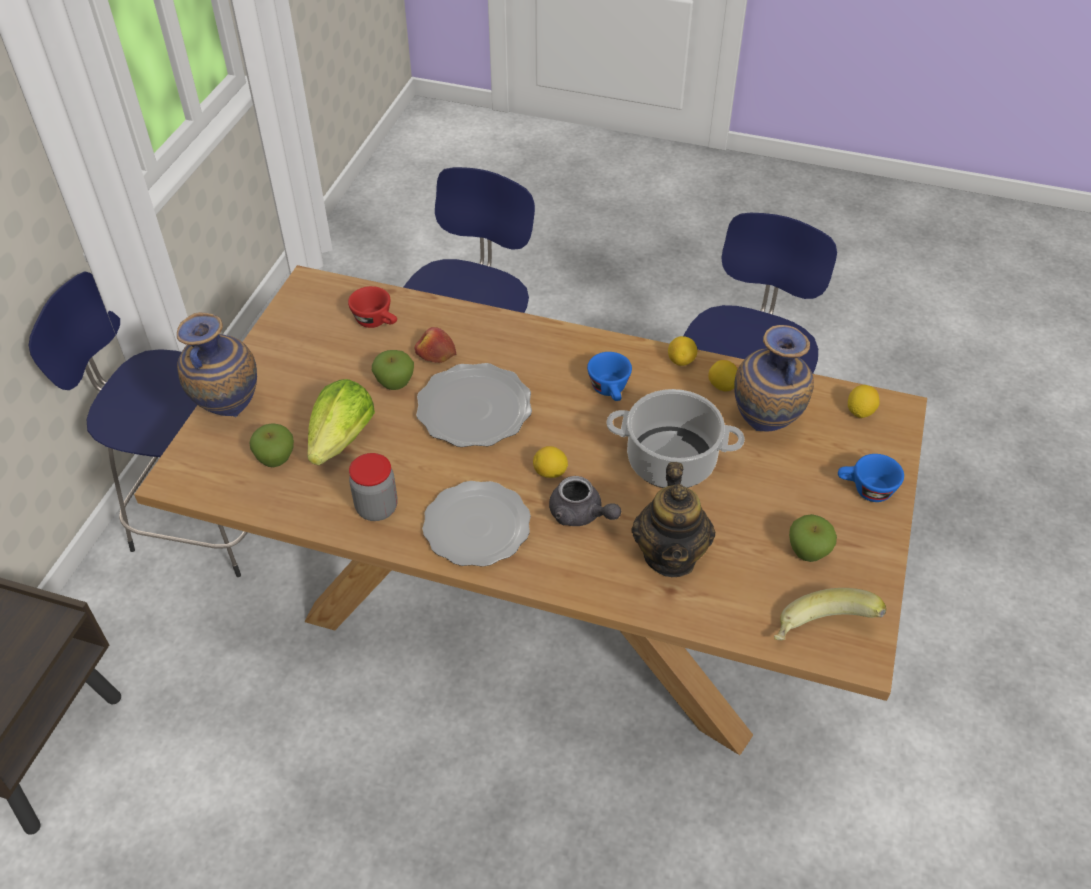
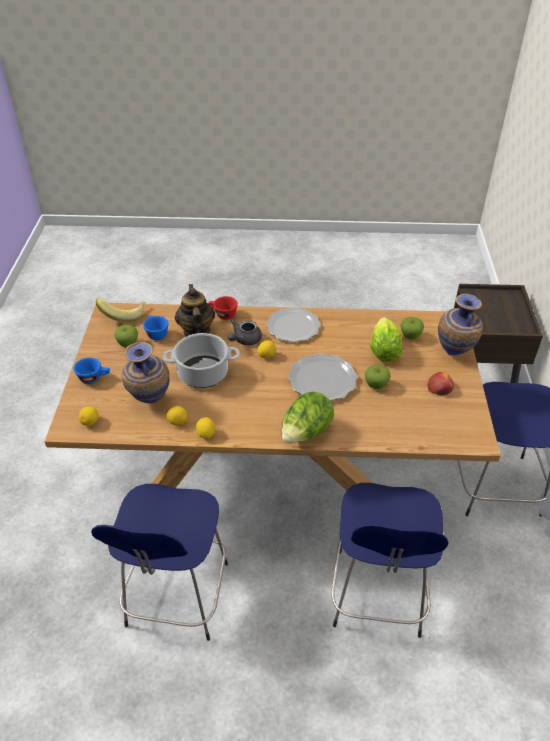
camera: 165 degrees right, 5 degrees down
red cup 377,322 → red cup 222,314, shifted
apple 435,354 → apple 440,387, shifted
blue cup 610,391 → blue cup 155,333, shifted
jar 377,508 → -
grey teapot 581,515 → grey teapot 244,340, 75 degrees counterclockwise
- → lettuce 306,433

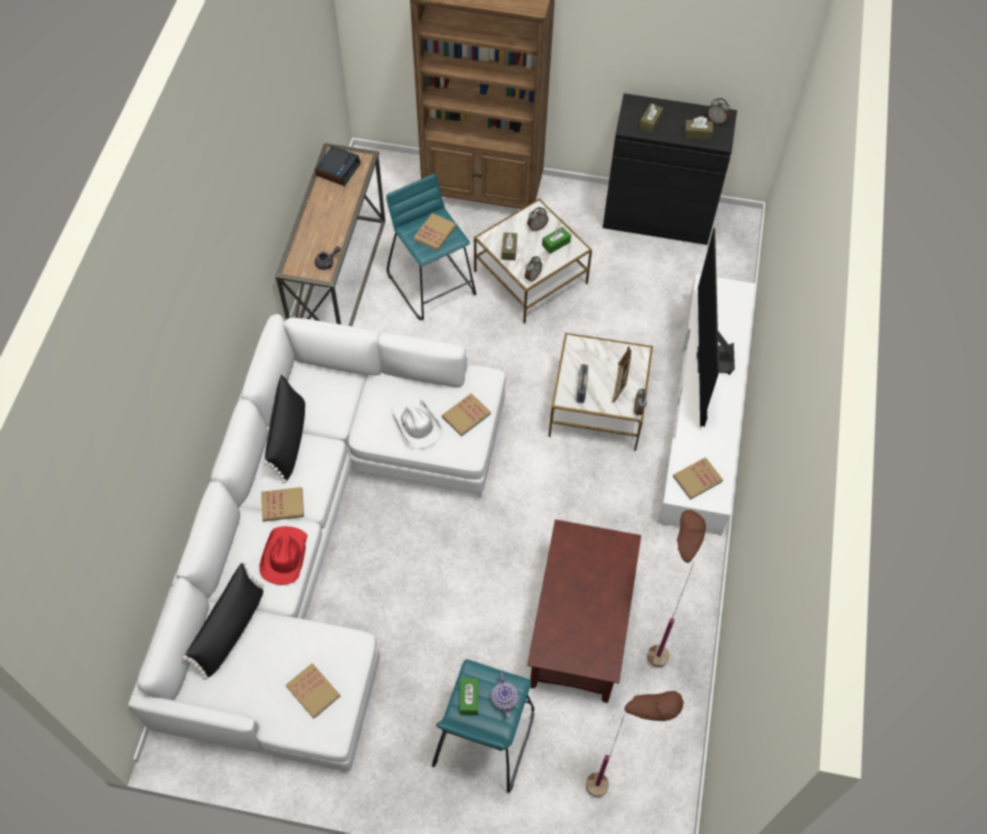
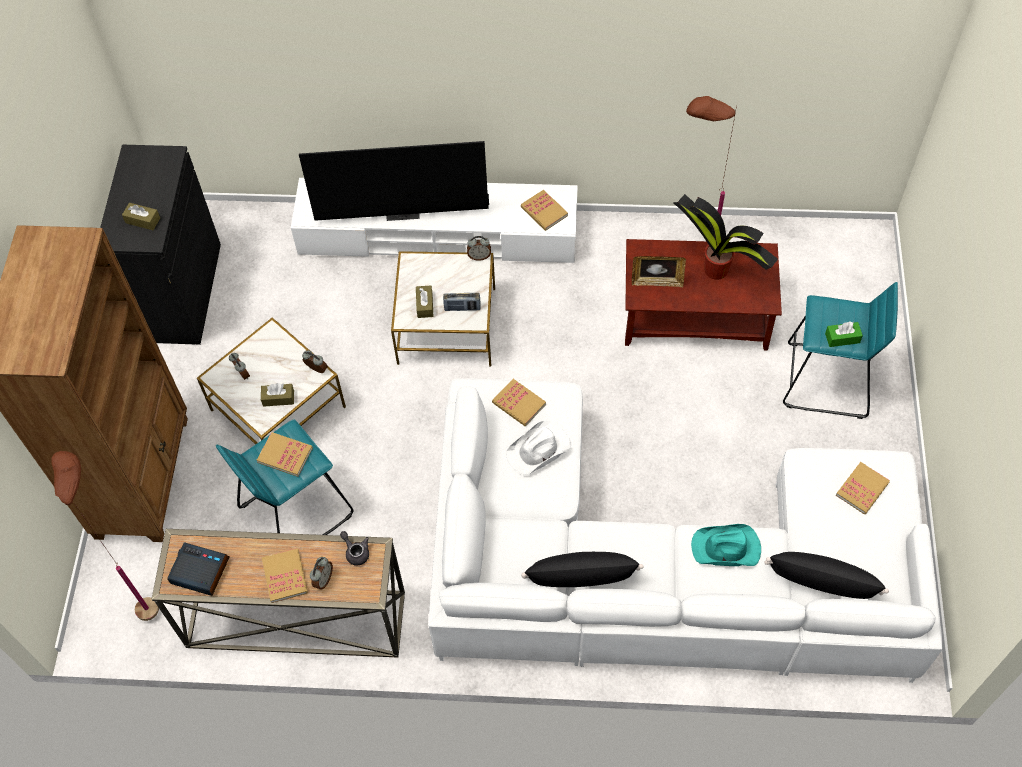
camera: 95 degrees left, 0 degrees up
alarm clock 716,120 → alarm clock 323,579, shifted
brown tissue box 697,134 → brown tissue box 425,305, shifted
green tissue box 556,243 → -
picture frame 620,384 → picture frame 657,282, shifted
book 282,505 → book 285,576, shifted
red hat 284,556 → turquoise hat 726,548
teapot 505,700 → -
brown floor lamp 615,782 → brown floor lamp 144,594, shifted
- → potted plant 717,270

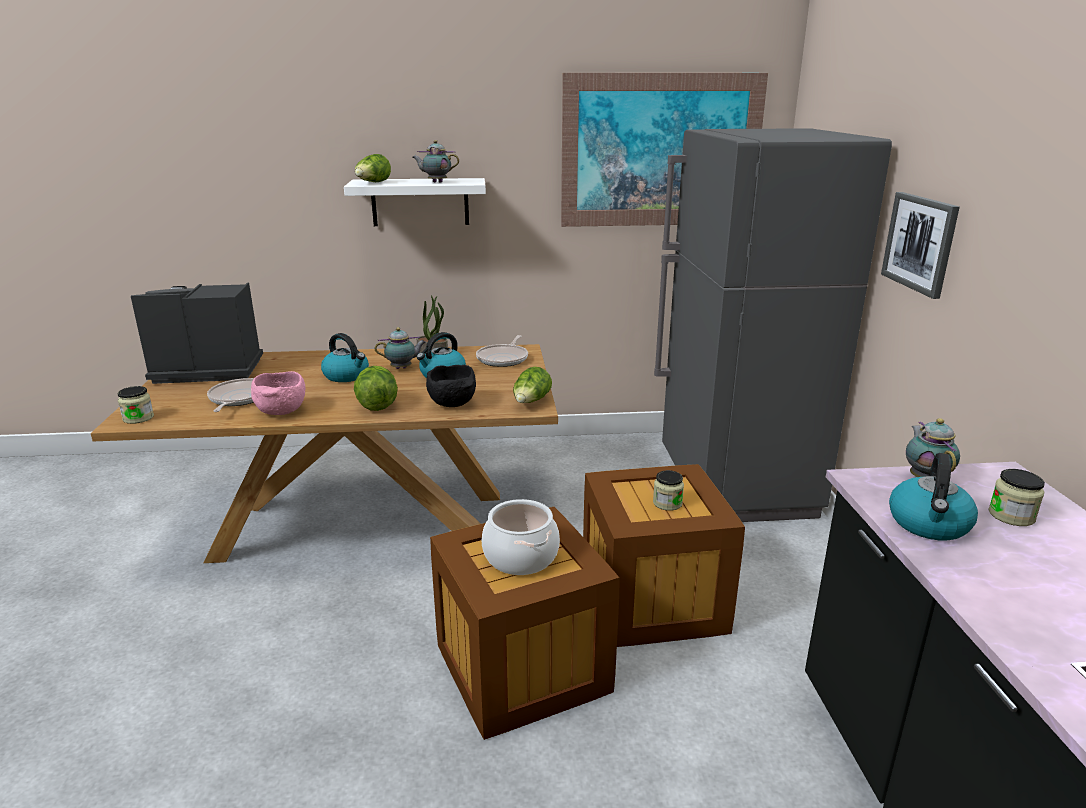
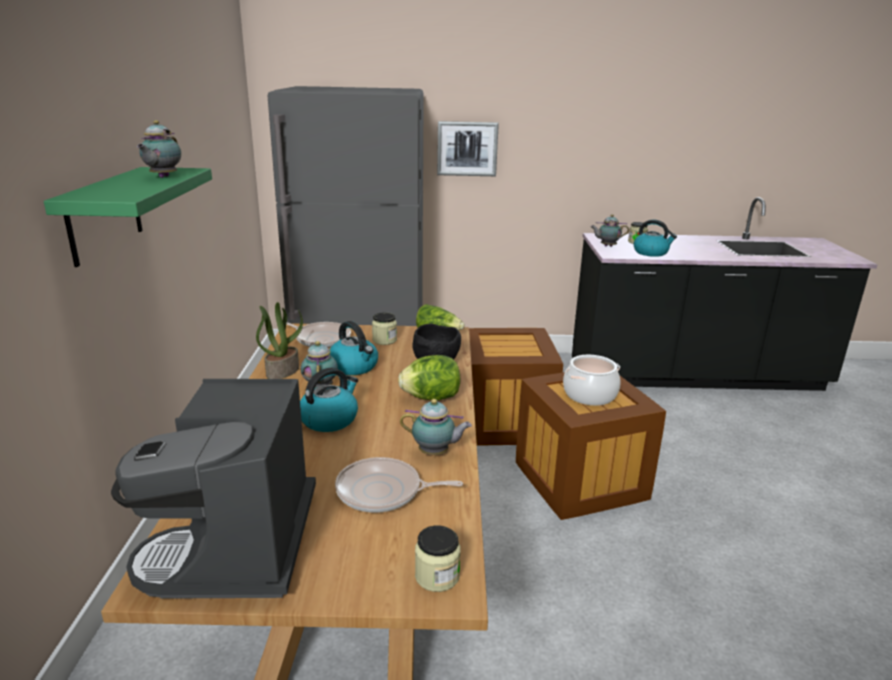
camera: 85 degrees left, 0 degrees up
picture 661,151 → -
lettuce 373,183 → -
white shelf 420,202 → green shelf 104,215
pink bowl 281,411 → teapot 435,453
jar 667,503 → jar 384,340, shifted

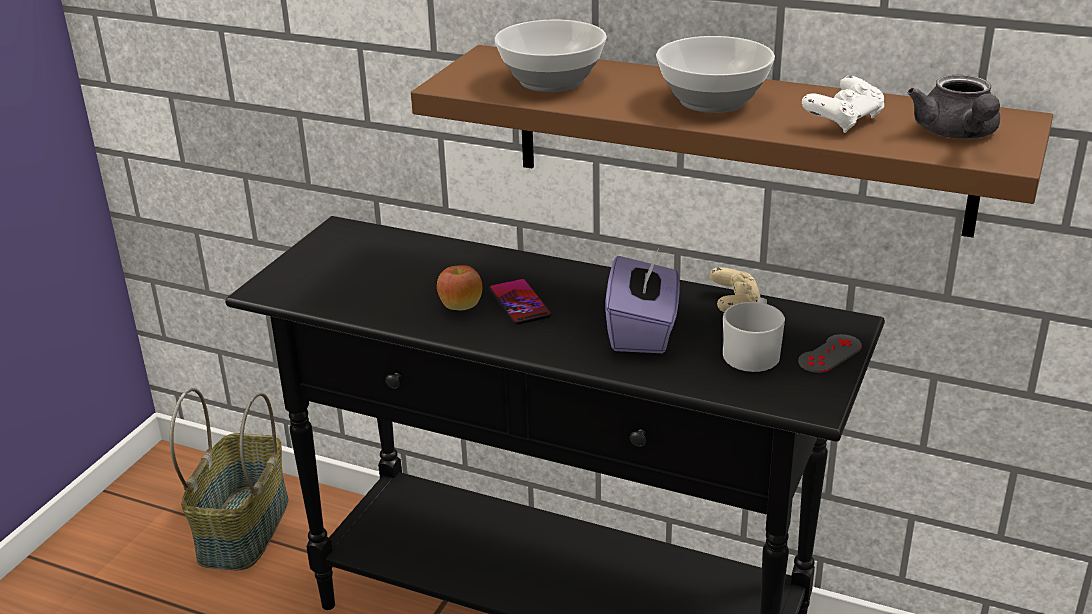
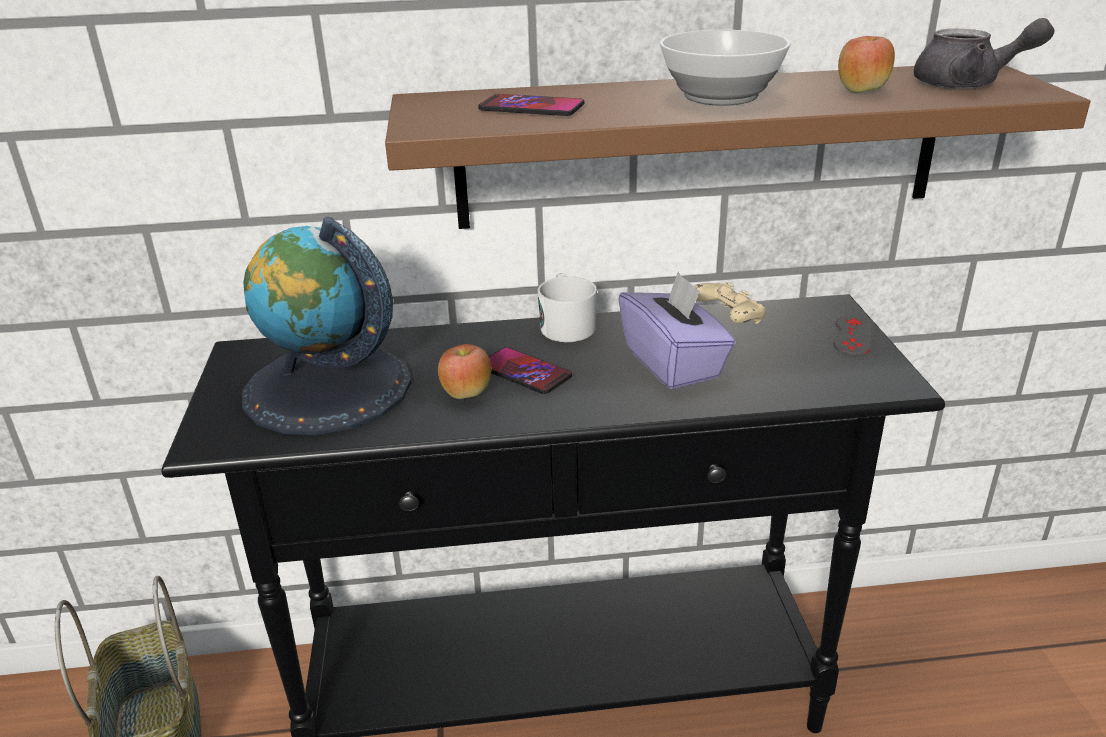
camera: 30 degrees left, 0 degrees up
bowl 551,81 → phone 531,107
grey teapot 957,134 → grey teapot 968,84, 45 degrees counterclockwise
white game controller 843,121 → apple 861,91
white mug 753,352 → white mug 566,325, shifted
- → globe 327,388

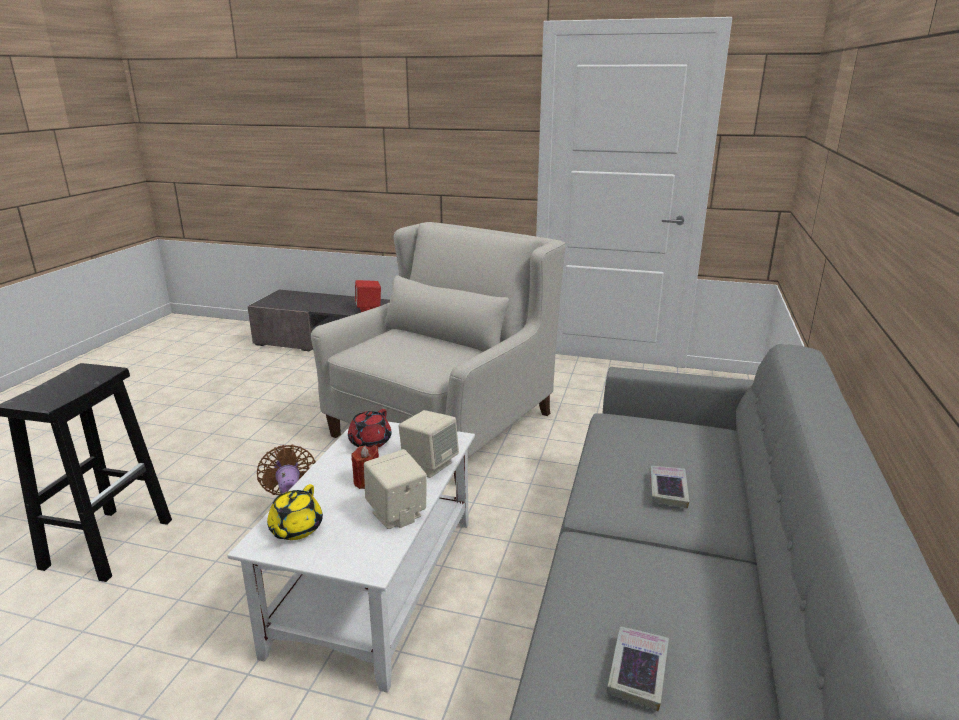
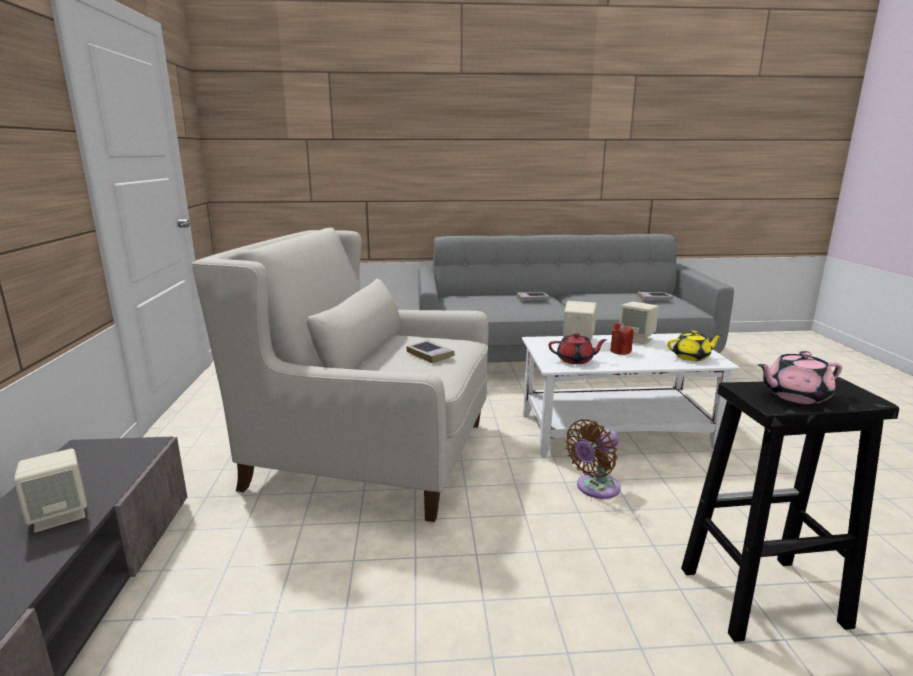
camera: 110 degrees left, 5 degrees down
red speaker 369,309 → beige speaker 60,515
- → book 430,355
- → pink teapot 794,396

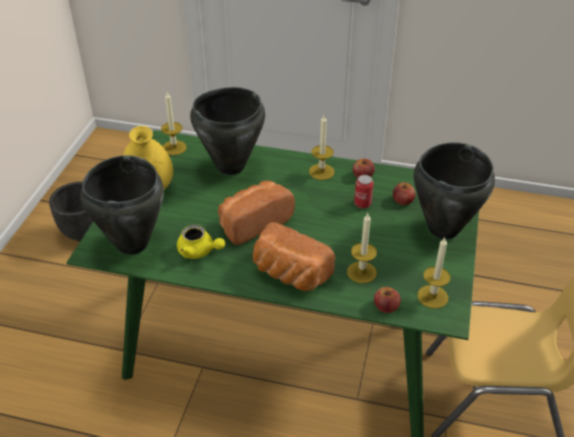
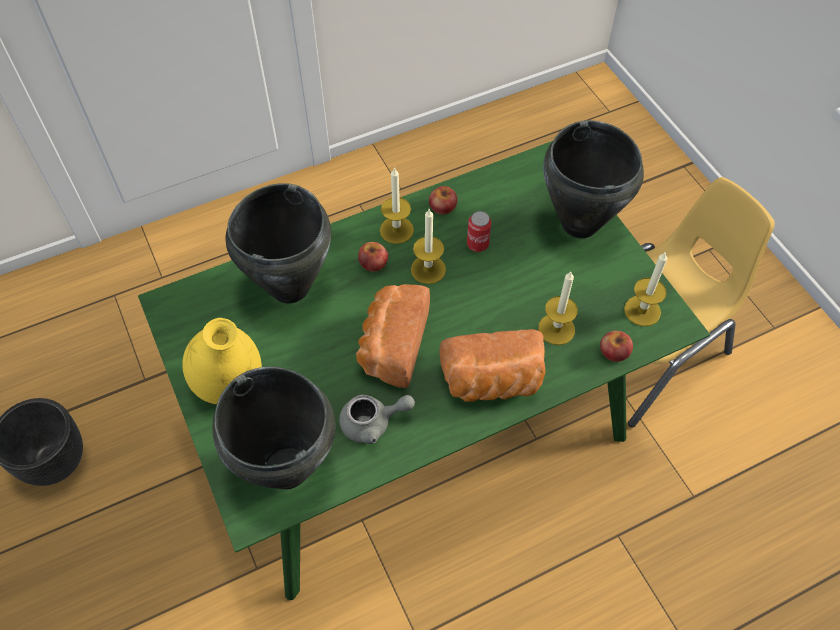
camera: 40 degrees left, 15 degrees up
candle 174,148 → candle 428,269, shifted
apple 403,200 → apple 373,263, shifted
yellow teapot 199,251 → grey teapot 373,423

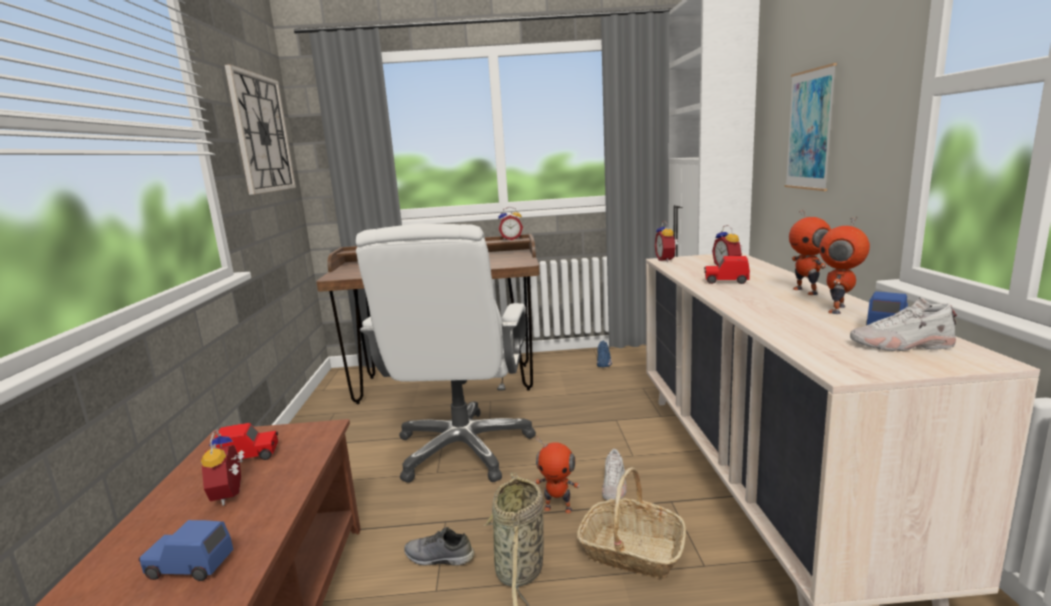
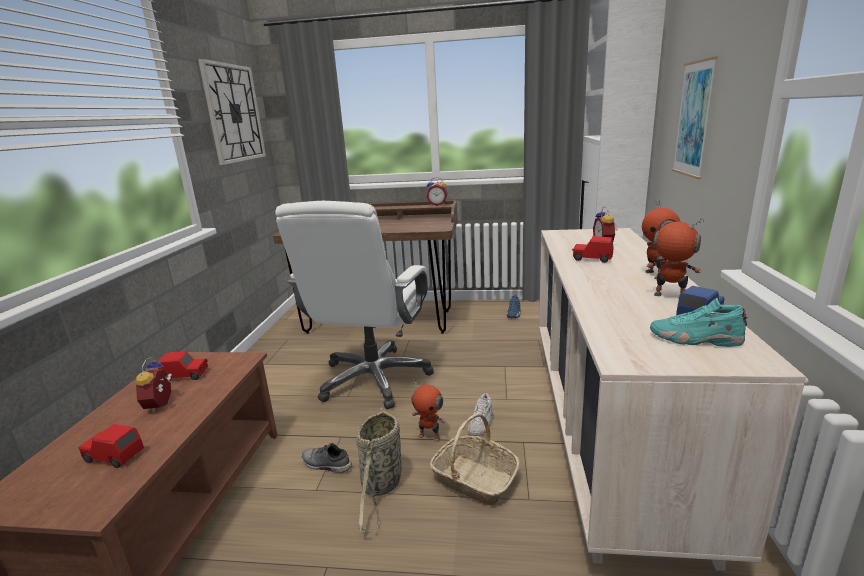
camera: 10 degrees right, 5 degrees up
toy robot 839,309 → toy robot 669,296, 75 degrees clockwise
alarm clock 666,260 → -
white shoe 901,345 → turquoise shoe 695,339
blue toy car 190,567 → red toy car 114,456

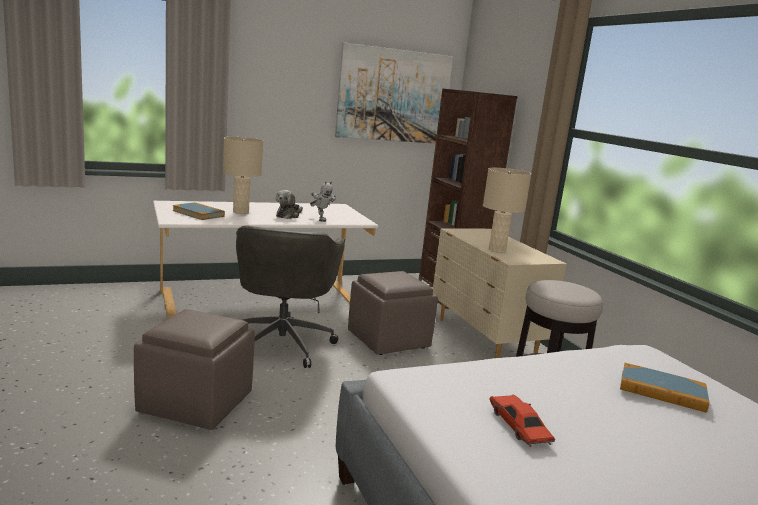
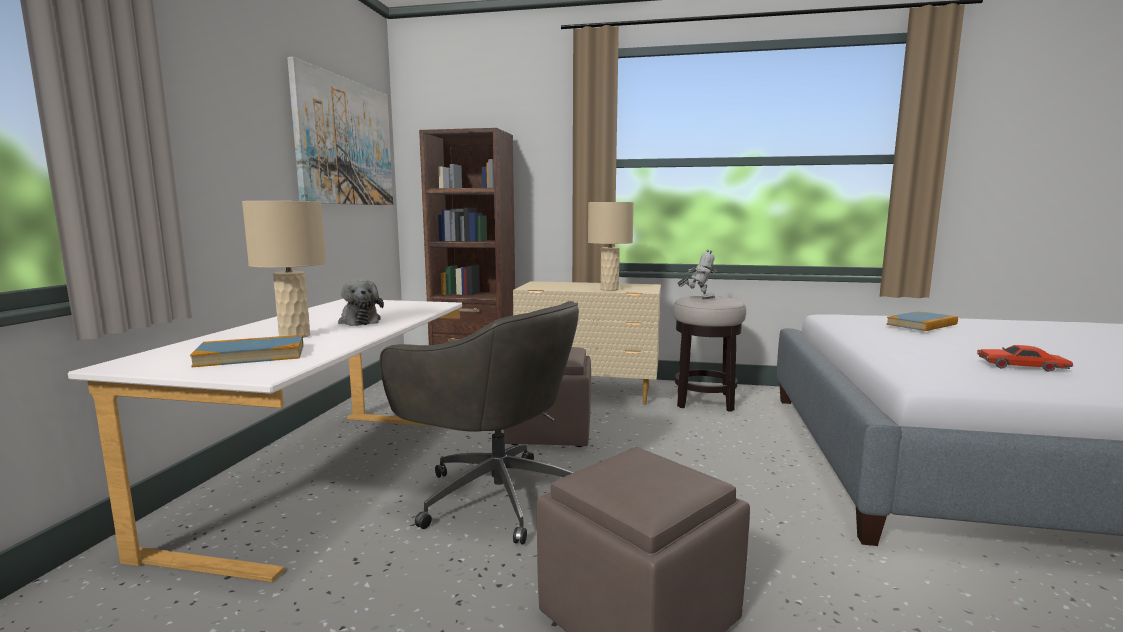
camera: 55 degrees left, 5 degrees down
toy robot 320,219 → toy robot 698,298, shifted

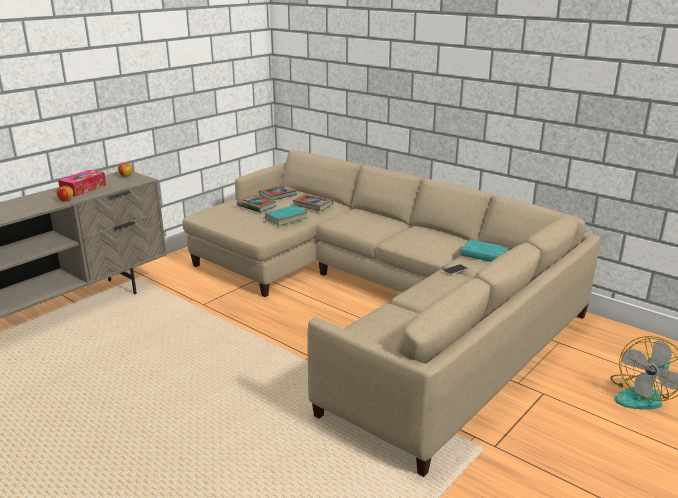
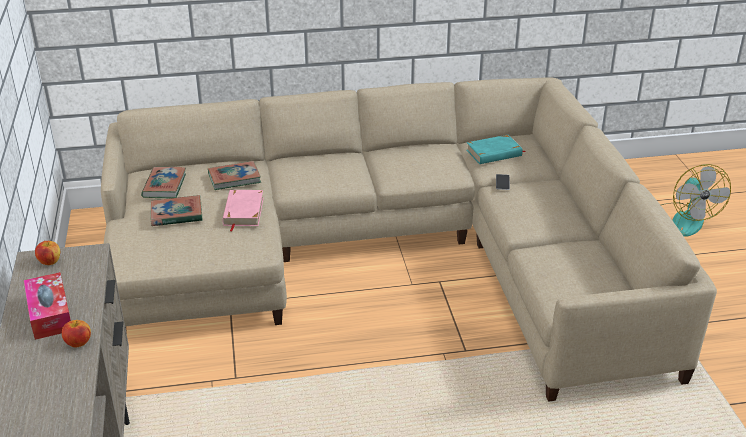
camera: 50 degrees left, 10 degrees up
turquoise book 286,218 → pink book 243,211

